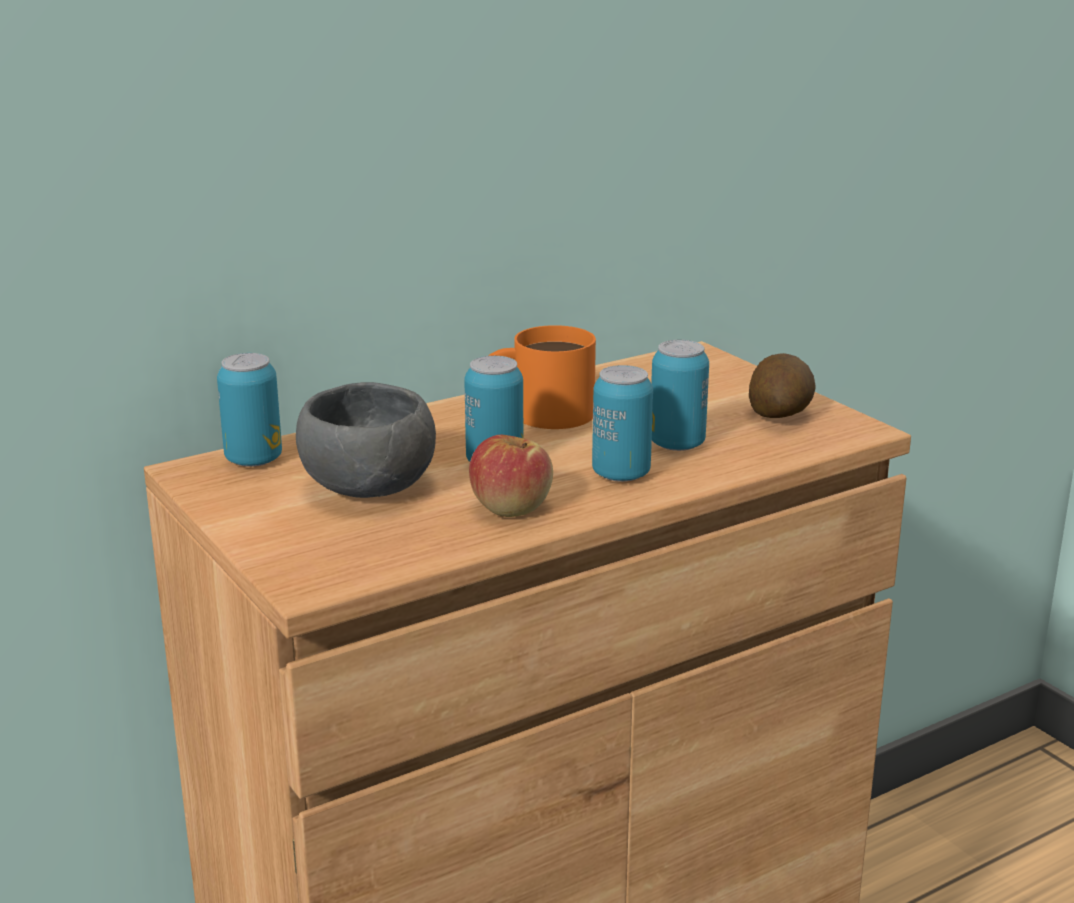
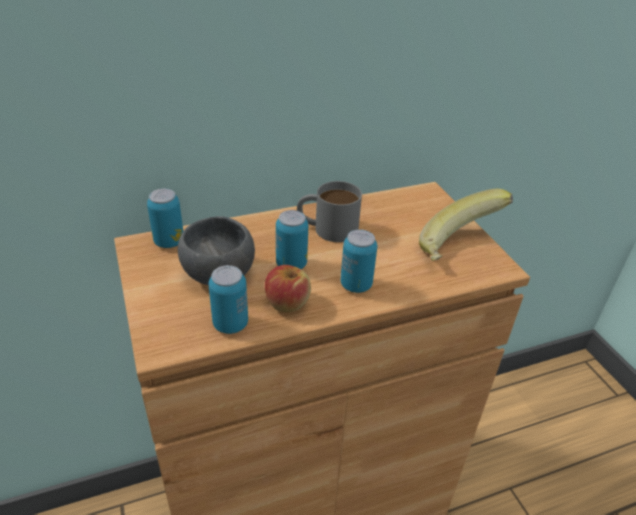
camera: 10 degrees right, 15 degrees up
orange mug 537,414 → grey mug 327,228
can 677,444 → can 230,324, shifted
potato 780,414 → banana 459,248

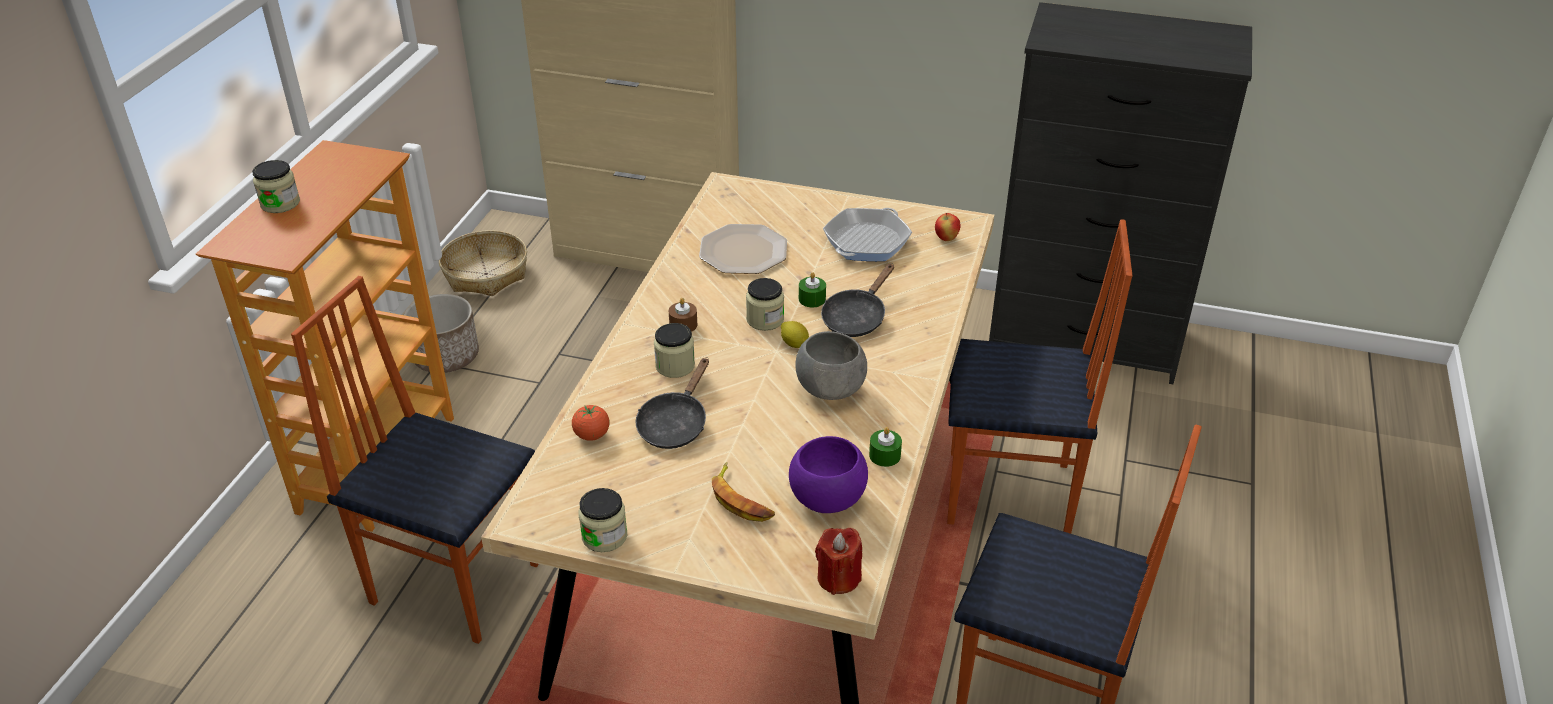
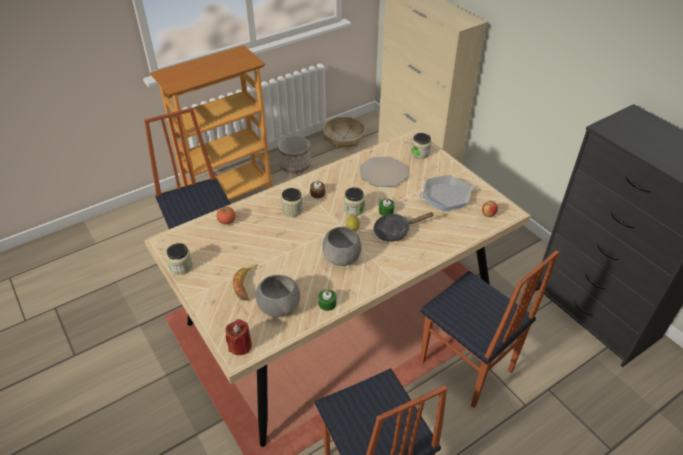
camera: 40 degrees right, 5 degrees up
jar 280,203 → jar 420,153, shifted
black frying pan 675,424 → -
purple bowl 826,499 → grey bowl 278,307

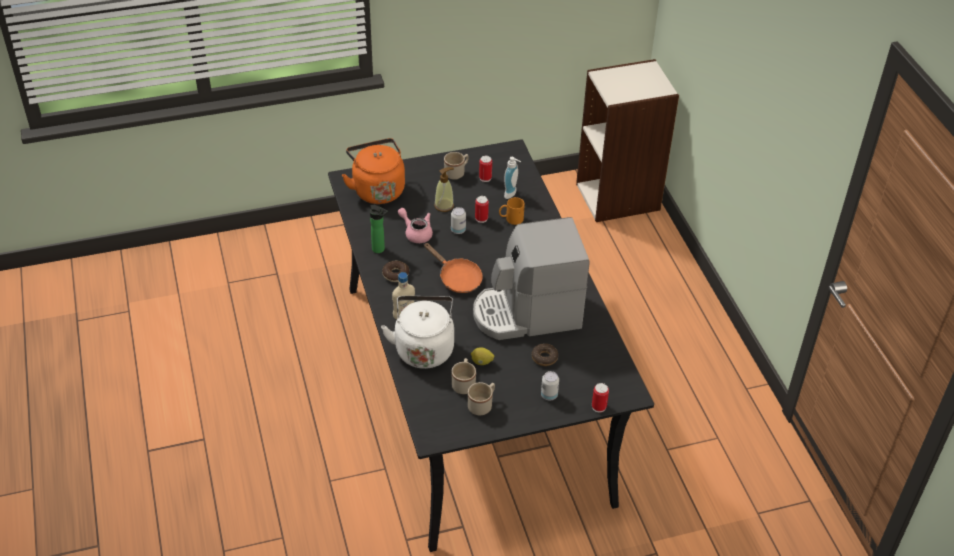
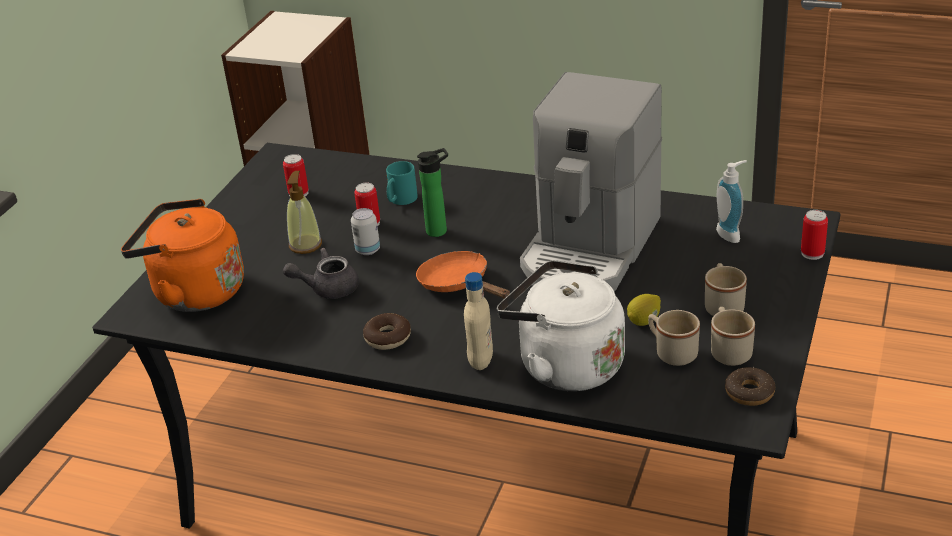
camera: 50 degrees left, 10 degrees down
beige mug 457,173 → beige mug 723,305, shifted
soap dispenser 512,194 → soap dispenser 731,233, shifted
orange mug 511,219 → turquoise mug 400,200
bottle 380,250 → bottle 439,230, shifted
pink teapot 416,233 → grey teapot 327,288
orange frying pan 457,278 → orange frying pan 458,284, 120 degrees counterclockwise
donut 544,357 → donut 749,392, shifted
can 549,395 → -

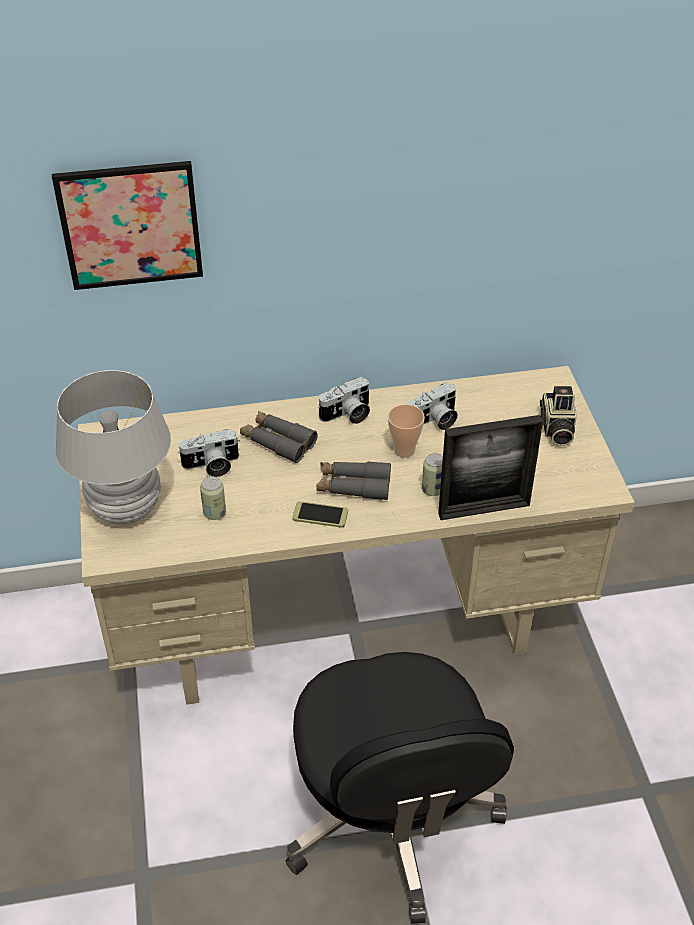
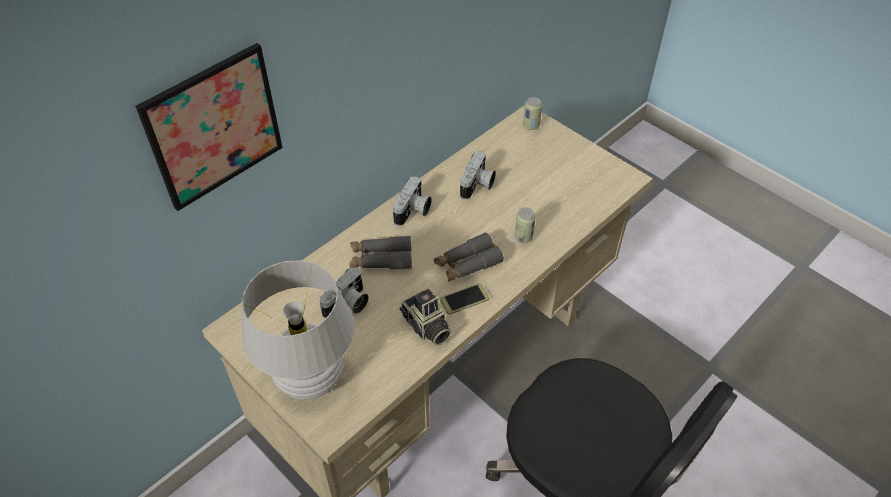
camera: 35 degrees left, 5 degrees up
photo camera 556,429 → photo camera 426,327, shifted
cup 404,450 → -
picture frame 484,509 → -
can 214,513 → can 531,126, shifted

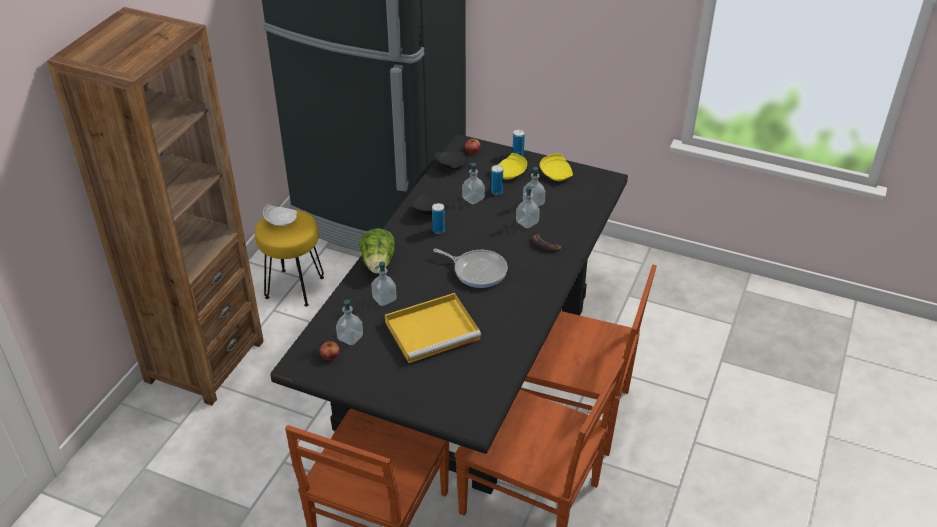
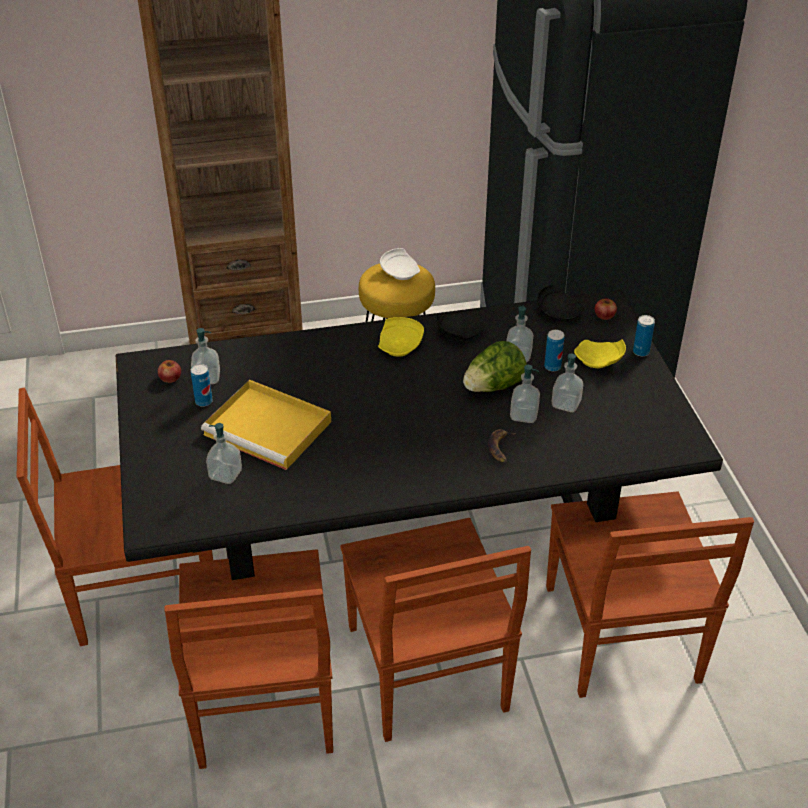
camera: 55 degrees right, 0 degrees up
yellow plate 556,174 → yellow plate 400,346, shifted
can 438,230 → can 204,401, shifted
lettuce 378,264 → lettuce 493,387, shifted
frying pan 477,270 → -
soap dispenser 384,299 → soap dispenser 225,474, shifted
- → brown chair 621,637

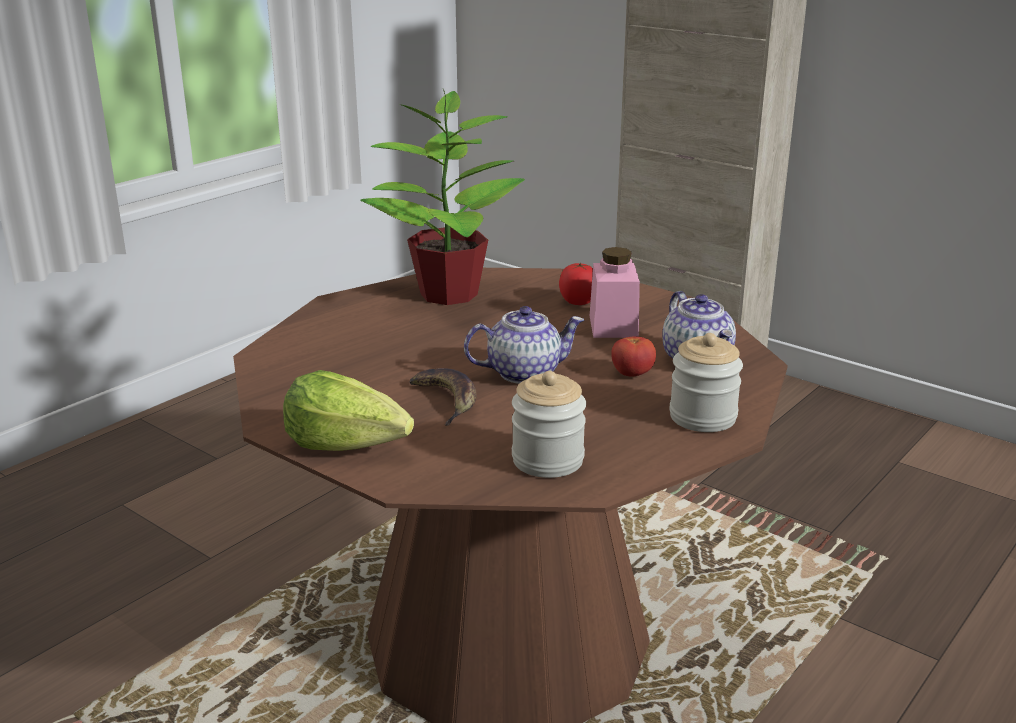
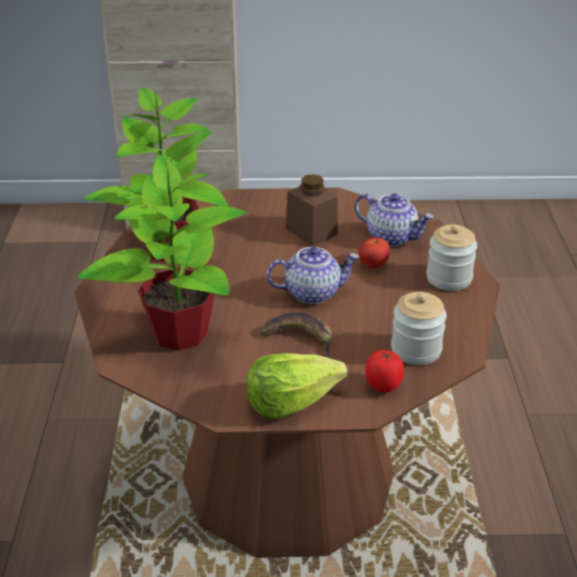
camera: 40 degrees left, 10 degrees up
pink jar 613,326 → brown jar 311,231
tomato 578,302 → tomato 383,385, shifted
teapot 524,372 → teapot 312,292, 45 degrees clockwise
- → potted plant 179,332

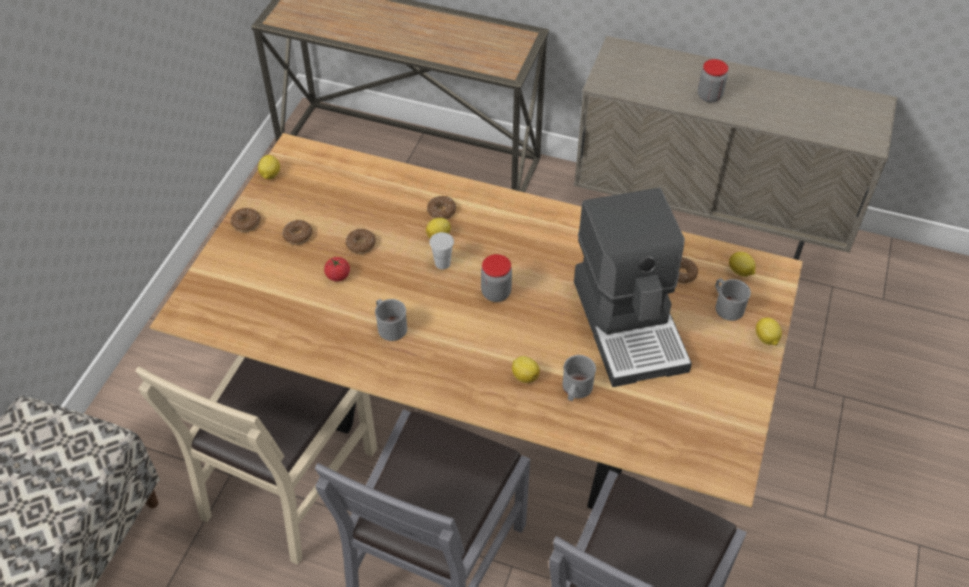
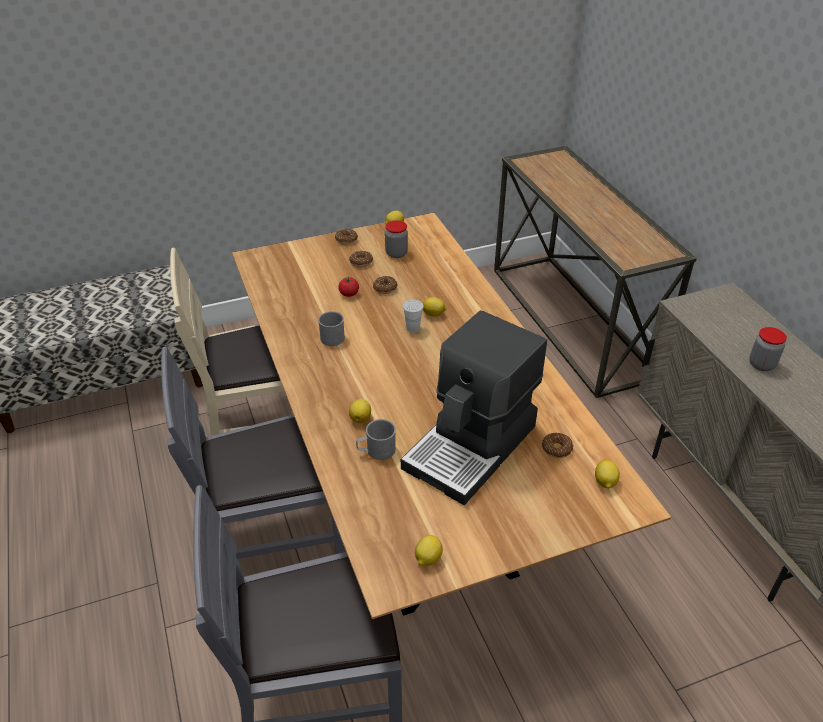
camera: 50 degrees right, 10 degrees down
donut 441,211 → -
jar 496,293 → jar 396,253, shifted
grey mug 726,306 → -
lemon 766,339 → lemon 427,559, shifted

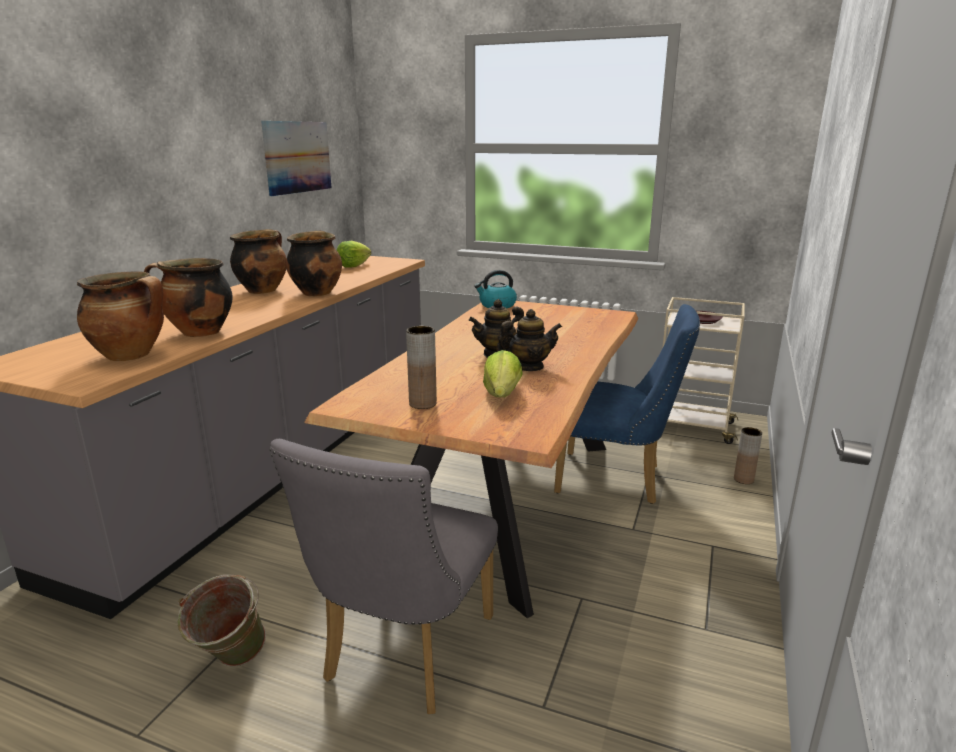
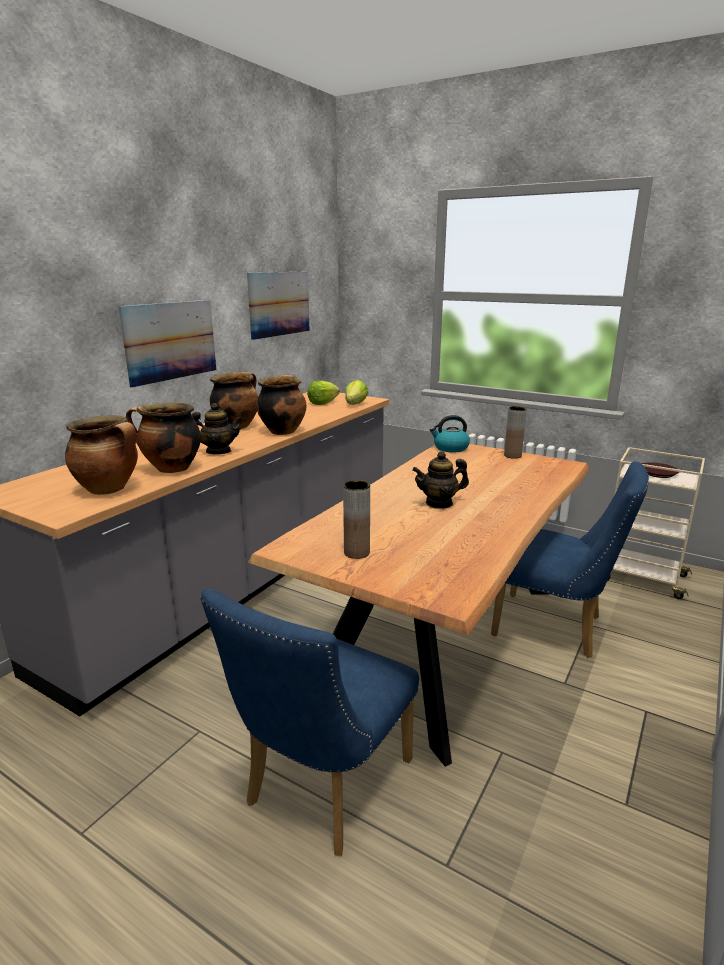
camera: 10 degrees right, 0 degrees up
teapot 528,367 → teapot 218,451, shifted
lettuce 502,394 → lettuce 355,404, shifted
brown vase 743,479 → brown vase 512,456, shifted
grey chair 402,655 → blue chair 321,789
green bucket 230,663 → -
- → picture 171,341

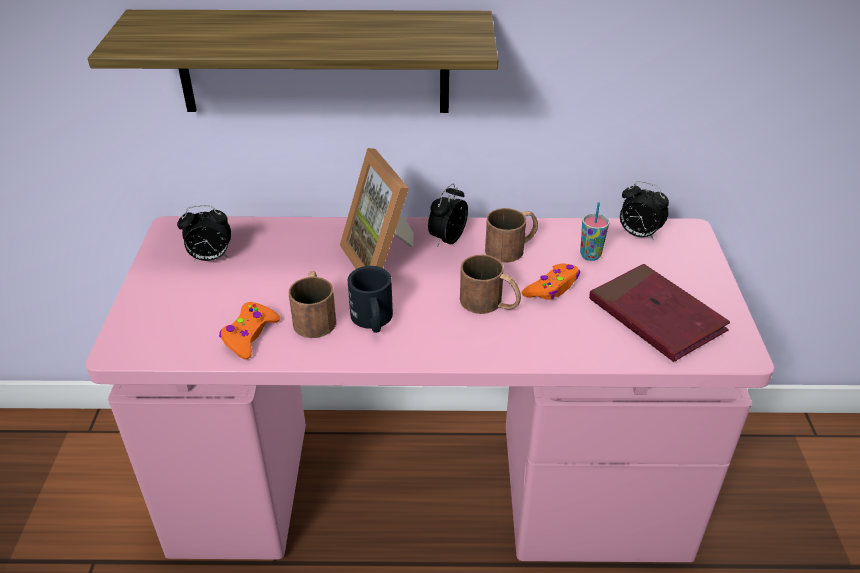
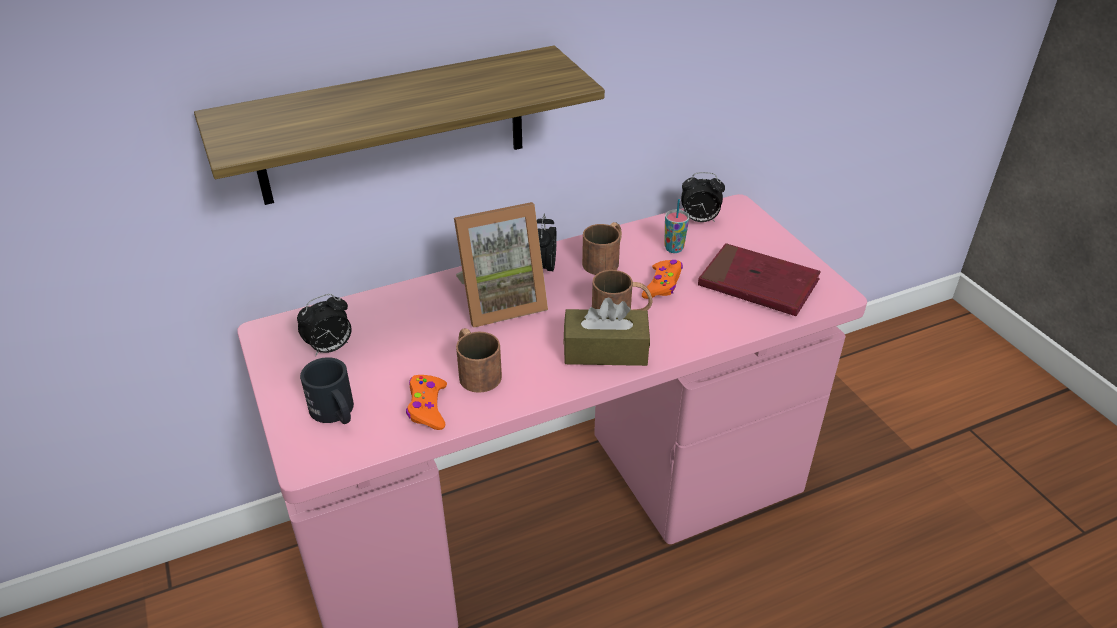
camera: 25 degrees left, 0 degrees up
picture frame 384,259 → picture frame 500,301, 60 degrees counterclockwise
black mug 373,321 → black mug 336,413, shifted
- → brown tissue box 605,350

